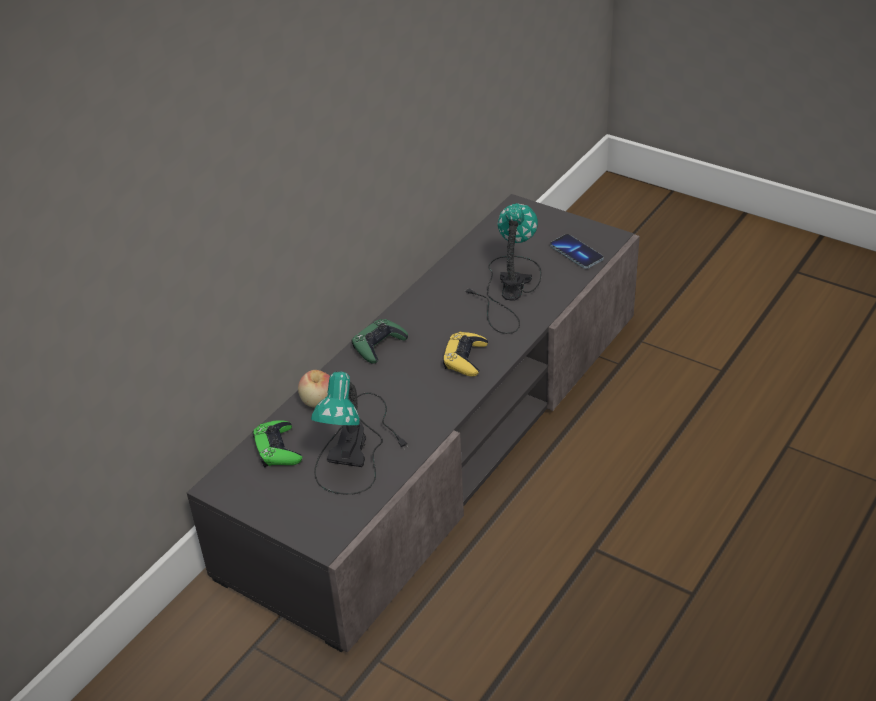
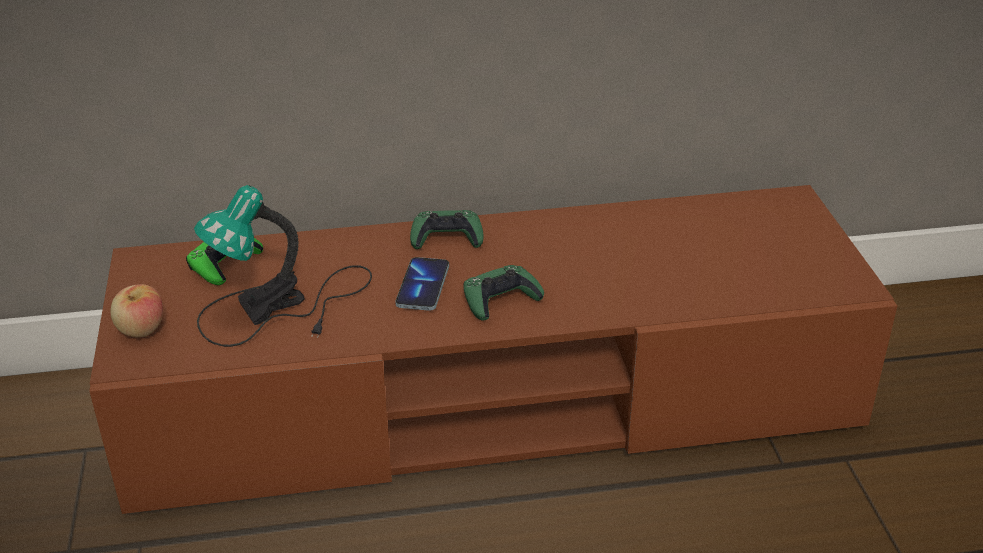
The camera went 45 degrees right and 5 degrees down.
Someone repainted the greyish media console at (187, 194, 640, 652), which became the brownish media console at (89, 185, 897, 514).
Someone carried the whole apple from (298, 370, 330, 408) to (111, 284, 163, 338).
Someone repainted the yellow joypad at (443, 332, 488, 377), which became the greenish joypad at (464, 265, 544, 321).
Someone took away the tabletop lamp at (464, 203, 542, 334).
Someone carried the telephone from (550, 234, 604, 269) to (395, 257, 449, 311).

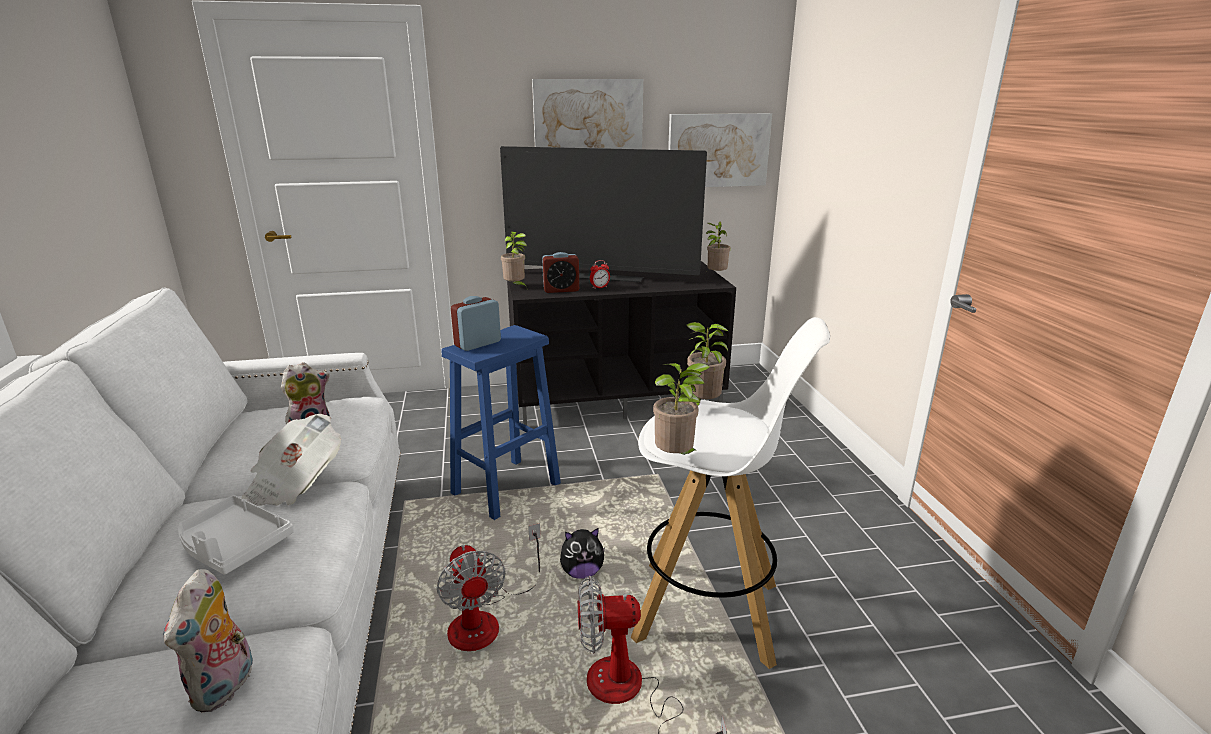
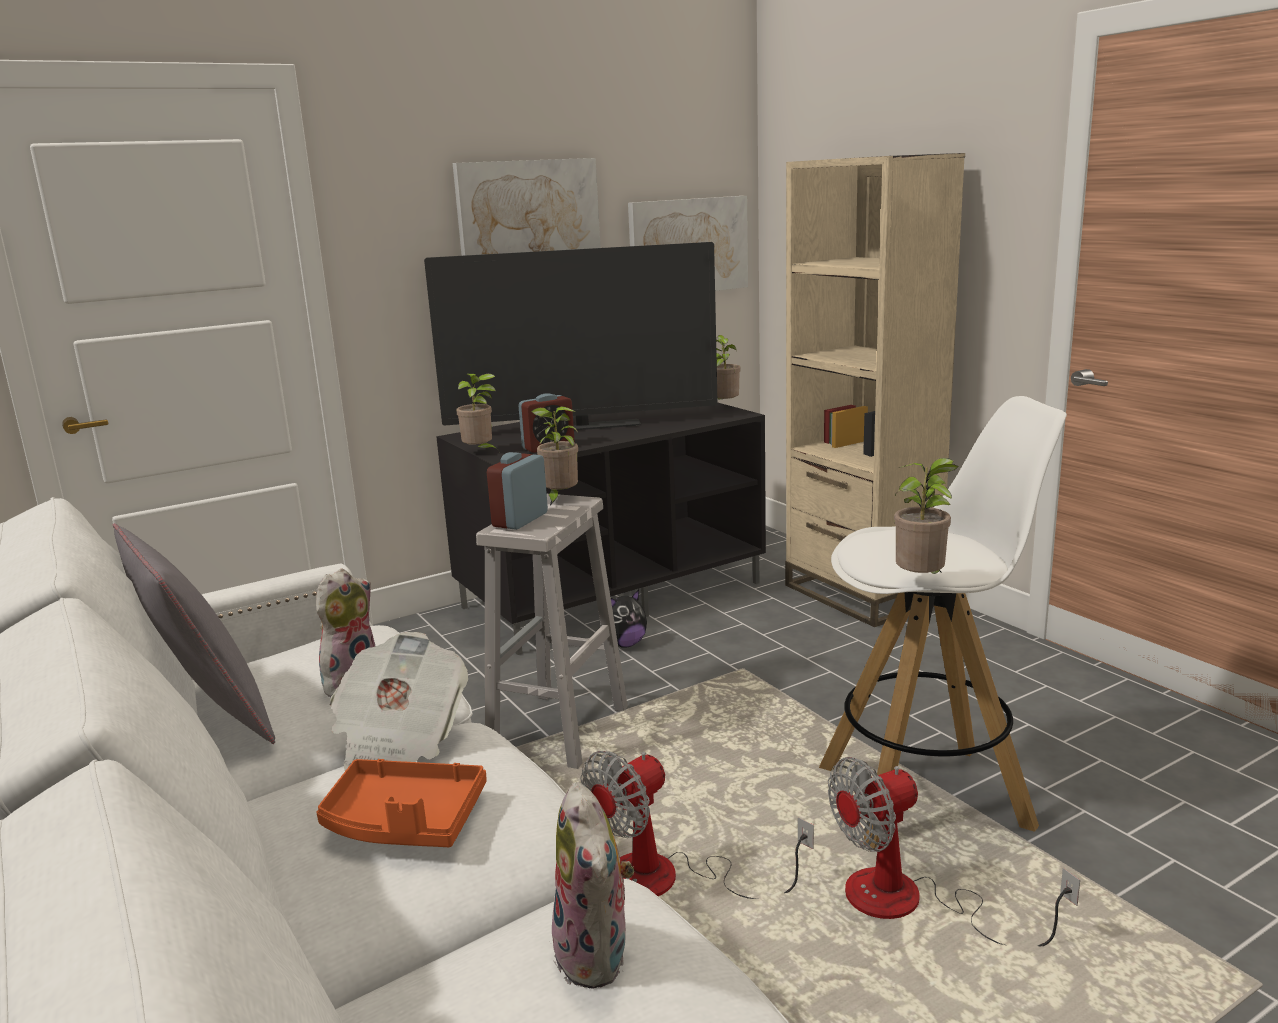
The camera went 20 degrees left and 5 degrees down.
Someone repainted the white serving tray at (178, 495, 294, 575), which became the orangey serving tray at (316, 759, 487, 847).
Someone rotated the fan at (437, 523, 541, 651) by 90 degrees clockwise.
Someone repainted the blue-coloured sitting stool at (441, 325, 561, 520), which became the white sitting stool at (476, 494, 628, 769).
Someone carried the soft toy from (560, 528, 605, 579) to (611, 590, 647, 648).
Someone took away the alarm clock at (590, 260, 610, 289).
Someone carried the houseplant from (686, 322, 728, 406) to (531, 406, 578, 506).
Someone put down the greyish throw pillow at (113, 523, 275, 744).
Someone put down the beige shelving unit at (785, 153, 965, 627).

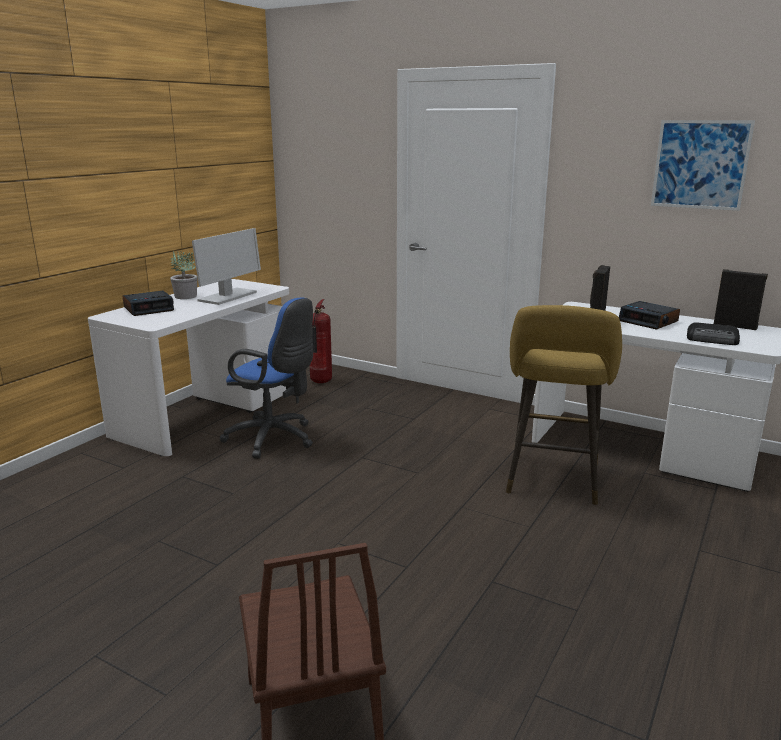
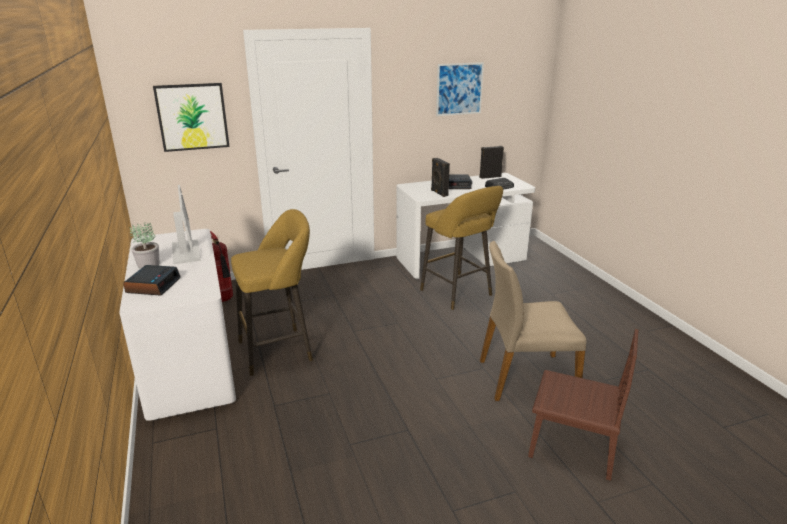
The camera went 50 degrees left and 5 degrees up.
Someone swapped the blue-coloured computer chair at (220, 298, 313, 459) for the yellow sitting stool at (231, 209, 313, 376).
Someone put up the picture at (153, 83, 230, 152).
Someone put down the beige upright chair at (480, 241, 587, 401).

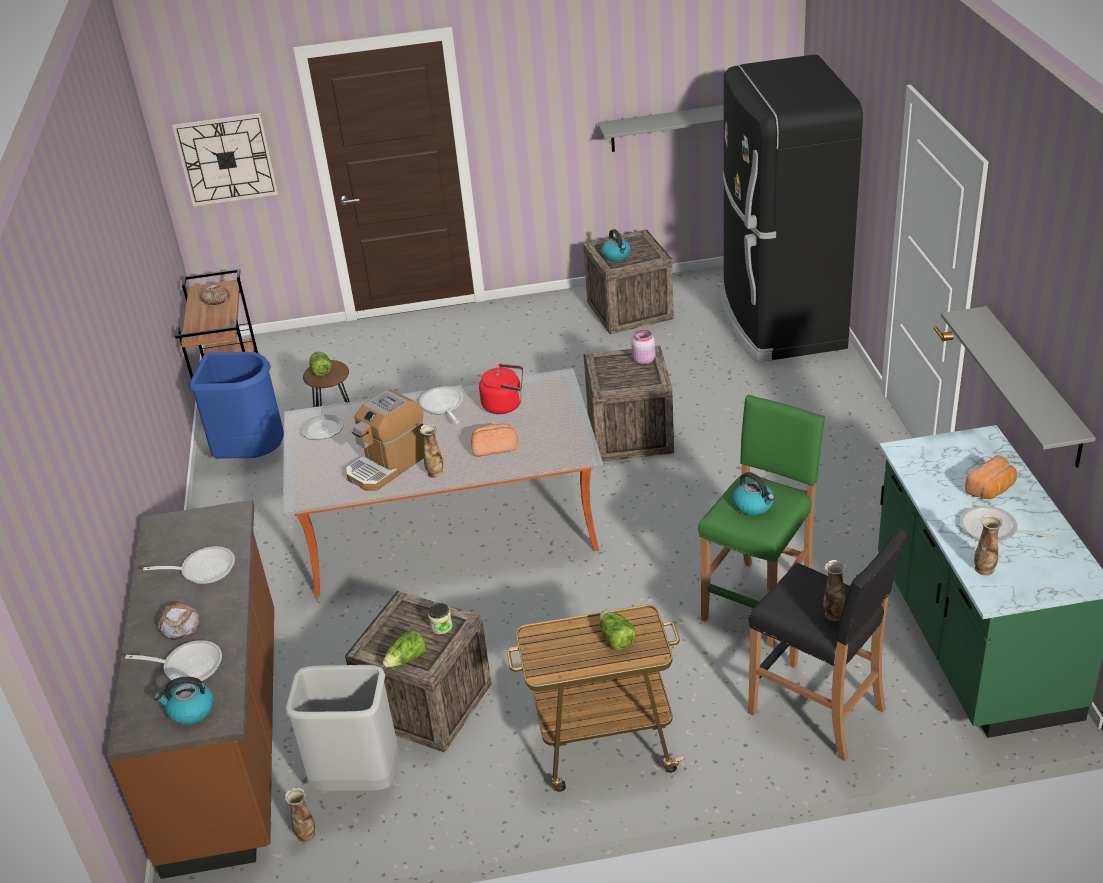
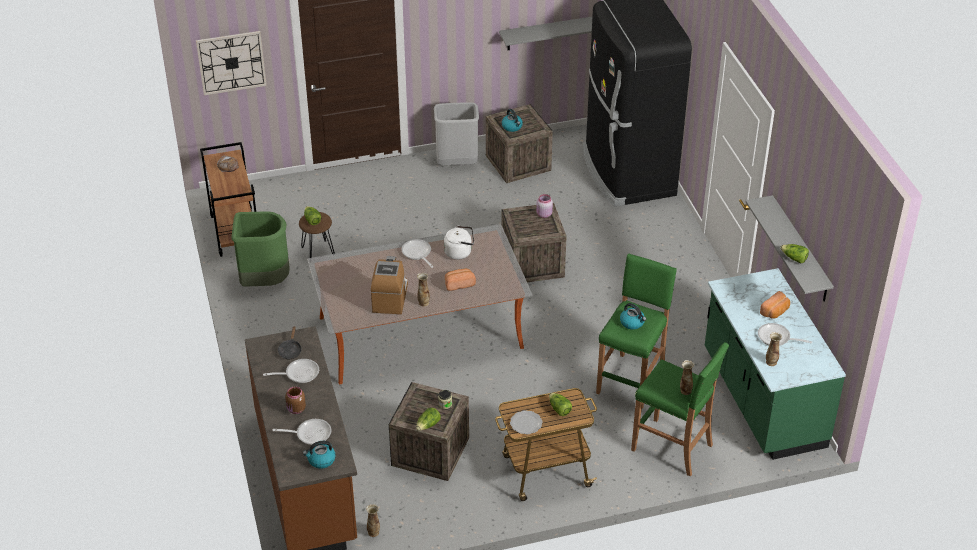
The camera went 10 degrees left and 5 degrees up.
Someone swapped the bakery bread at (158, 603, 201, 640) for the brownish preserve jar at (285, 387, 306, 414).
Someone repainted the blue-coloured trash can at (189, 352, 284, 459), which became the greenish trash can at (231, 211, 290, 287).
Someone carried the greyish trash can from (285, 665, 399, 791) to (434, 102, 479, 165).
Someone carried the flat dish from (301, 414, 344, 440) to (510, 410, 542, 434).
Someone rotated the coffee brewer at (346, 389, 424, 491) by 150 degrees clockwise.
Someone repainted the reddish water kettle at (479, 364, 523, 414), which became the white water kettle at (444, 225, 474, 260).
Someone repainted the black sitting stool at (748, 530, 908, 761), which became the greenish sitting stool at (631, 342, 729, 477).
Someone put down the black frying pan at (278, 327, 302, 359).
Someone put down the lettuce head at (780, 244, 809, 263).

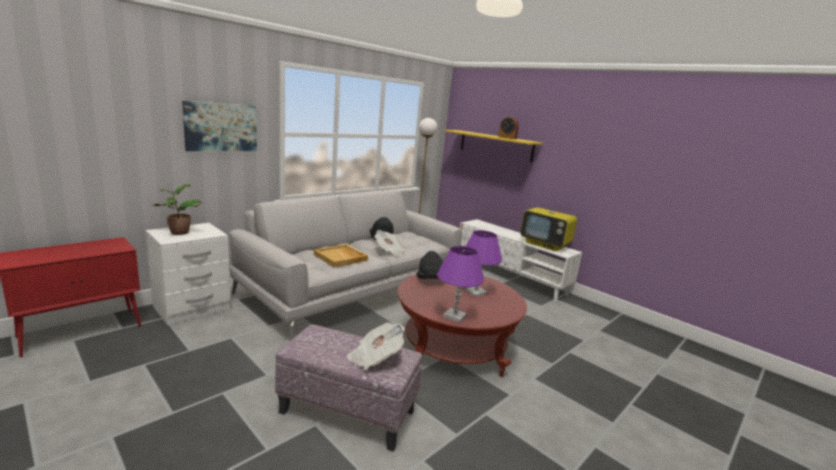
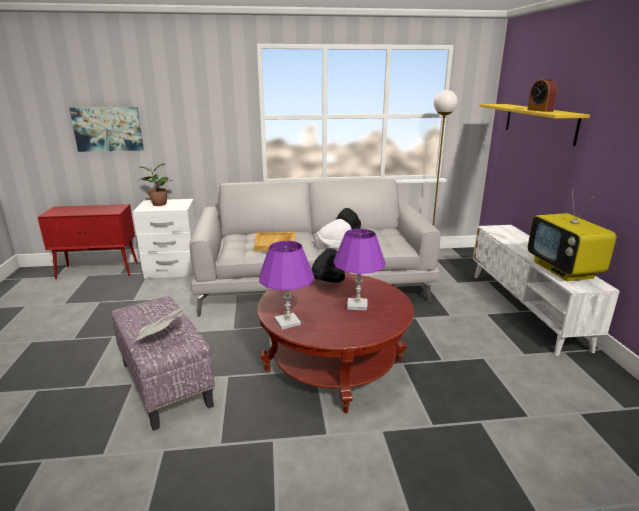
The camera went 40 degrees right and 5 degrees up.
Someone carried the picture from (182, 101, 257, 151) to (69, 107, 144, 152).
Someone swapped the newspaper at (374, 230, 405, 257) for the white clothing hat at (317, 219, 351, 249).

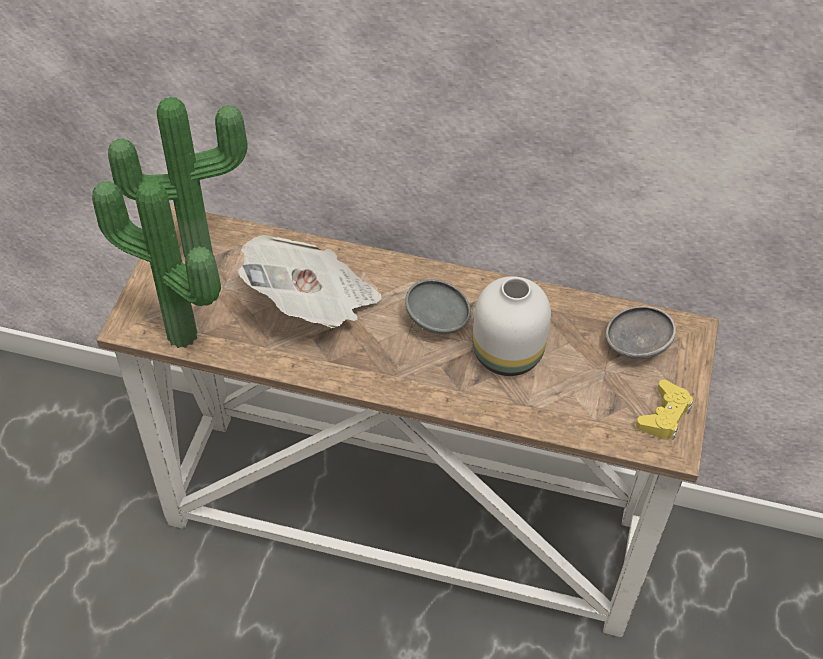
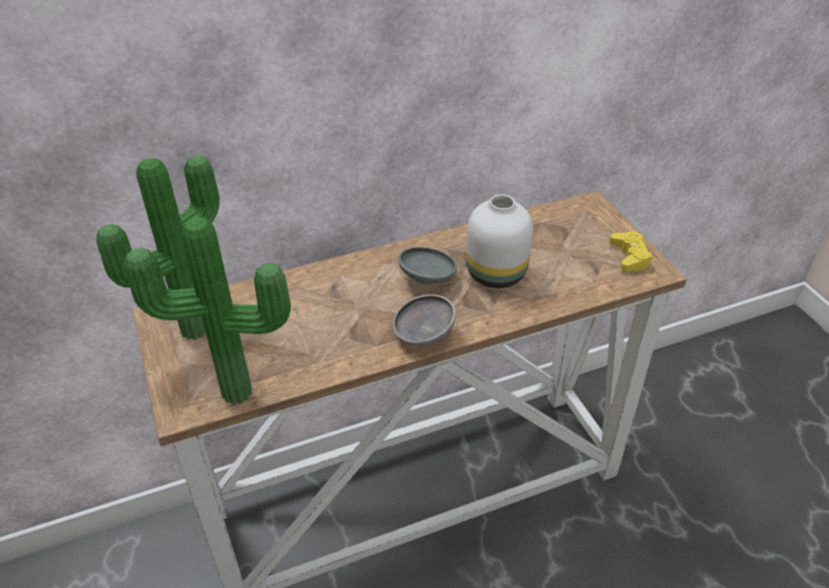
The camera went 35 degrees left and 10 degrees down.
Someone took away the newspaper at (237, 235, 382, 328).
Someone carried the greyish serving bowl from (606, 306, 676, 359) to (393, 294, 456, 346).

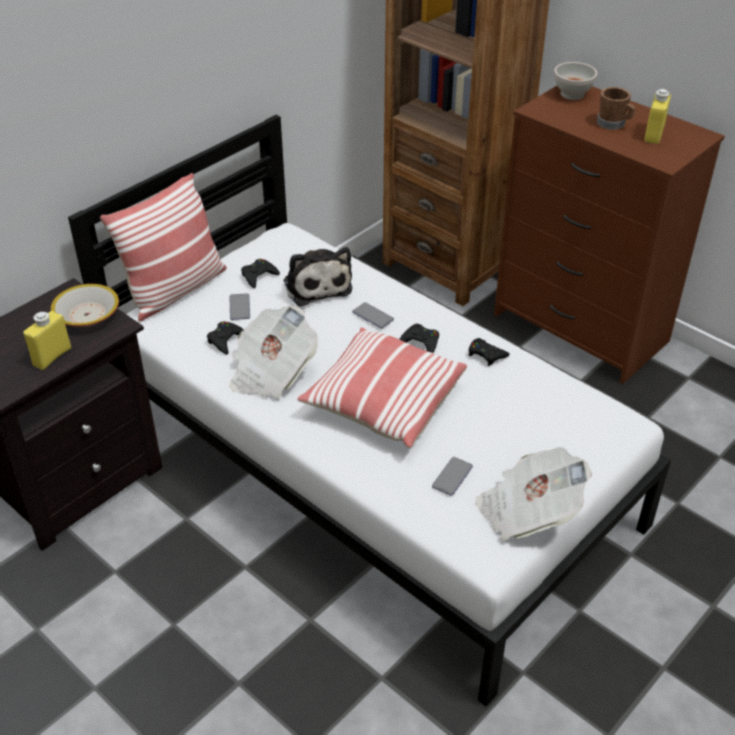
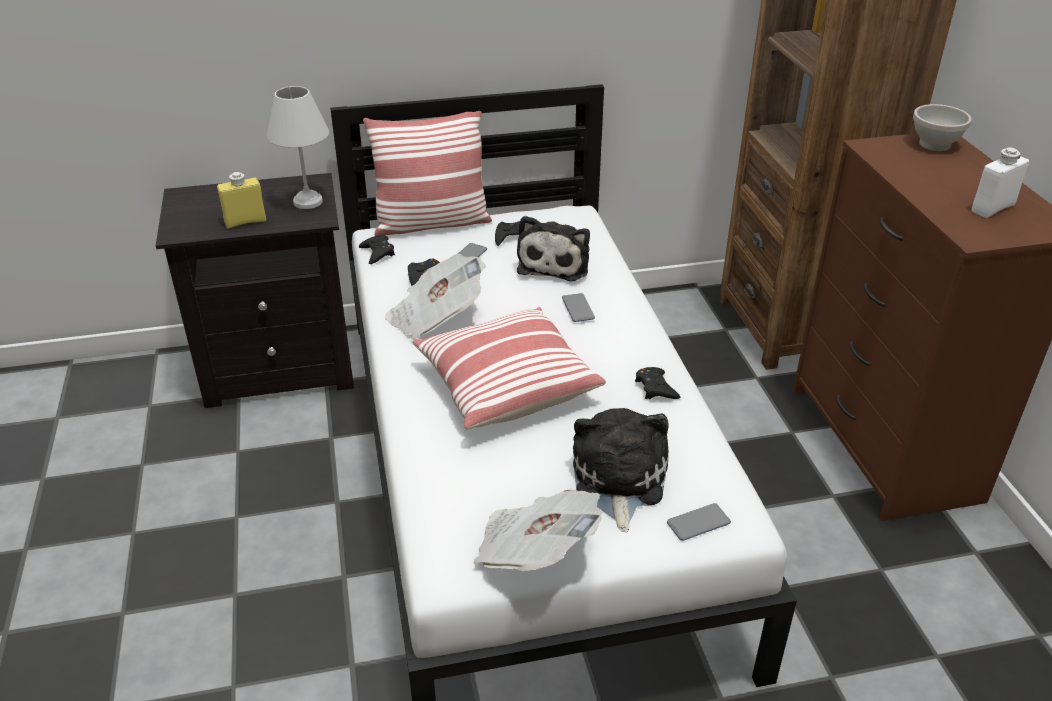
The camera went 35 degrees right and 5 degrees down.
Someone swapped the serving bowl at (51, 284, 119, 327) for the white tabletop lamp at (267, 86, 329, 209).
Someone carried the black joypad from (399, 323, 439, 353) to (359, 234, 395, 264).
Someone carried the telephone from (432, 457, 473, 496) to (667, 503, 731, 541).
Someone took away the brownish tea mug at (597, 87, 636, 130).
Someone repainted the yellow drink bottle at (644, 89, 671, 144), which became the white drink bottle at (972, 147, 1029, 218).
Someone put down the soft toy at (573, 408, 669, 532).

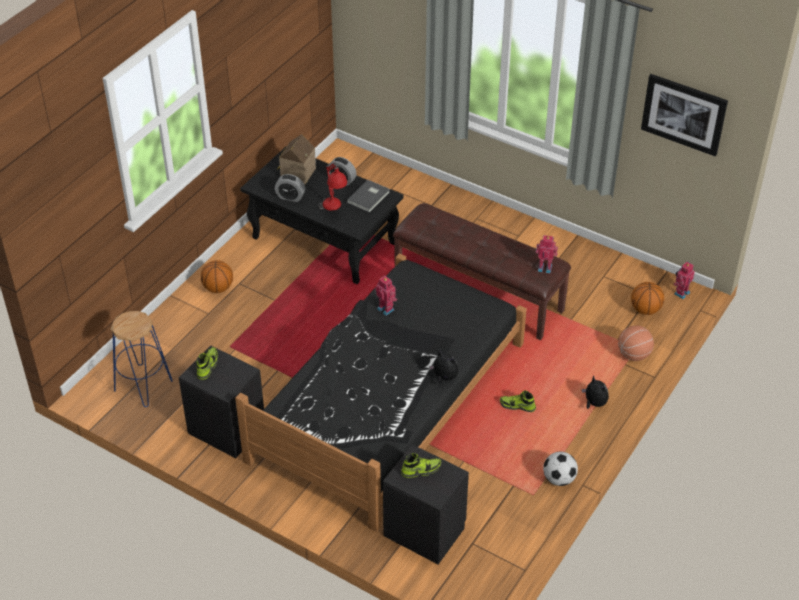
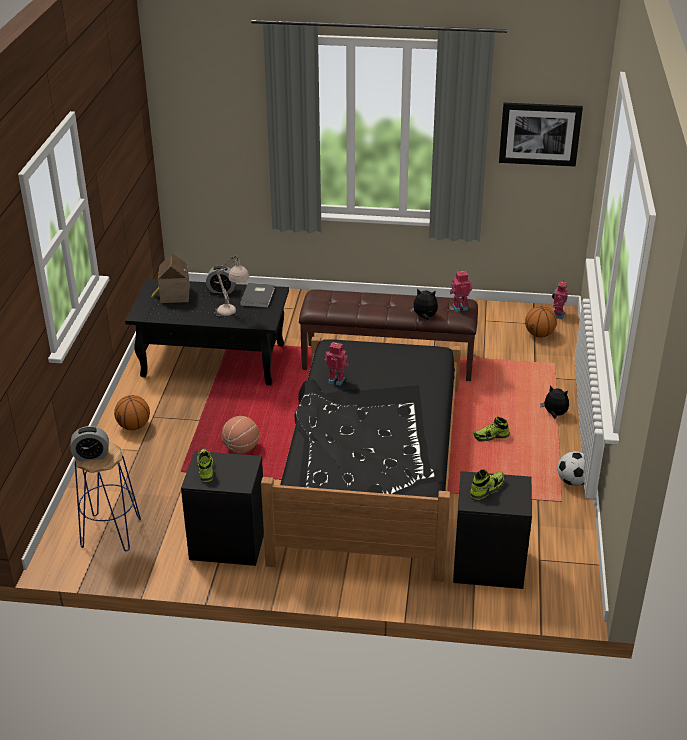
The camera went 25 degrees left and 10 degrees down.
Someone carried the alarm clock from (275, 174, 305, 202) to (70, 426, 109, 461).
Someone repainted the reddish tabletop lamp at (319, 162, 347, 211), which became the beige tabletop lamp at (214, 256, 249, 317).
Someone carried the soft toy from (429, 350, 458, 385) to (410, 288, 438, 320).
Someone carried the ball for basketball from (618, 326, 654, 361) to (222, 416, 259, 454).

